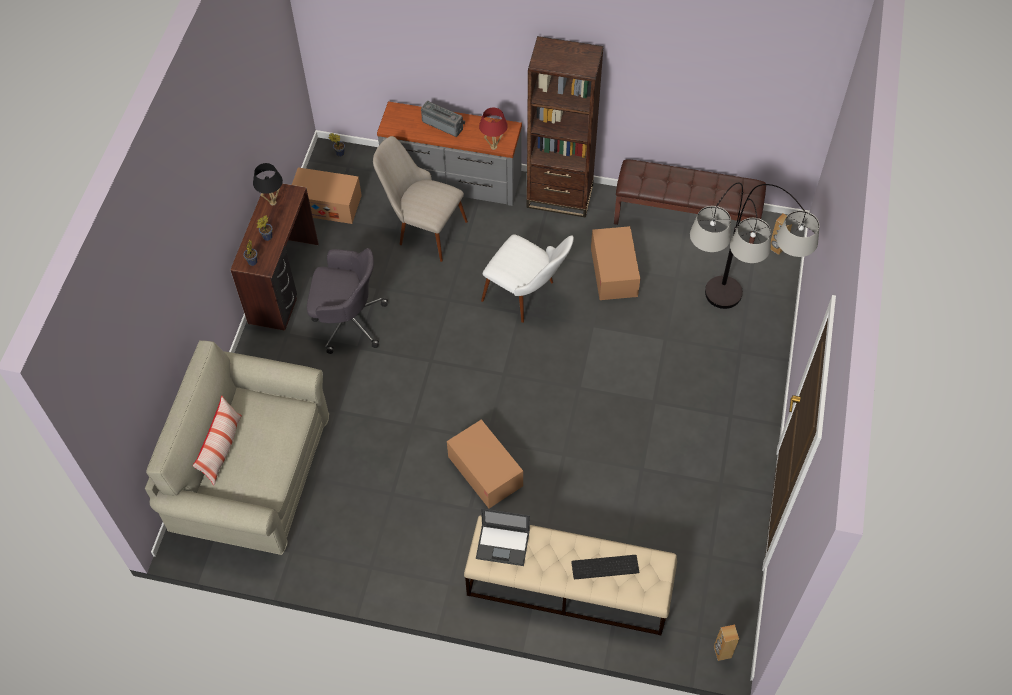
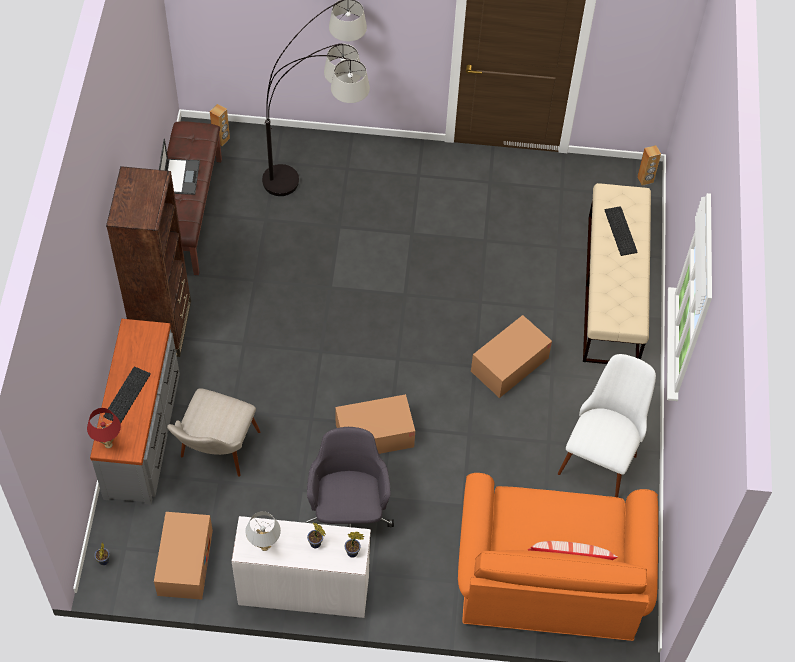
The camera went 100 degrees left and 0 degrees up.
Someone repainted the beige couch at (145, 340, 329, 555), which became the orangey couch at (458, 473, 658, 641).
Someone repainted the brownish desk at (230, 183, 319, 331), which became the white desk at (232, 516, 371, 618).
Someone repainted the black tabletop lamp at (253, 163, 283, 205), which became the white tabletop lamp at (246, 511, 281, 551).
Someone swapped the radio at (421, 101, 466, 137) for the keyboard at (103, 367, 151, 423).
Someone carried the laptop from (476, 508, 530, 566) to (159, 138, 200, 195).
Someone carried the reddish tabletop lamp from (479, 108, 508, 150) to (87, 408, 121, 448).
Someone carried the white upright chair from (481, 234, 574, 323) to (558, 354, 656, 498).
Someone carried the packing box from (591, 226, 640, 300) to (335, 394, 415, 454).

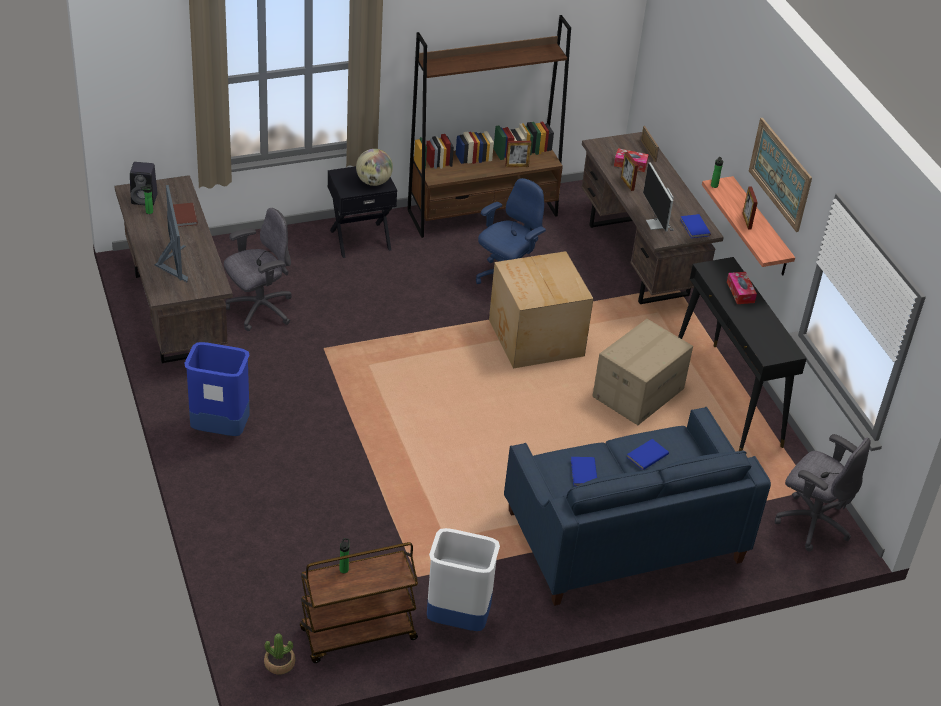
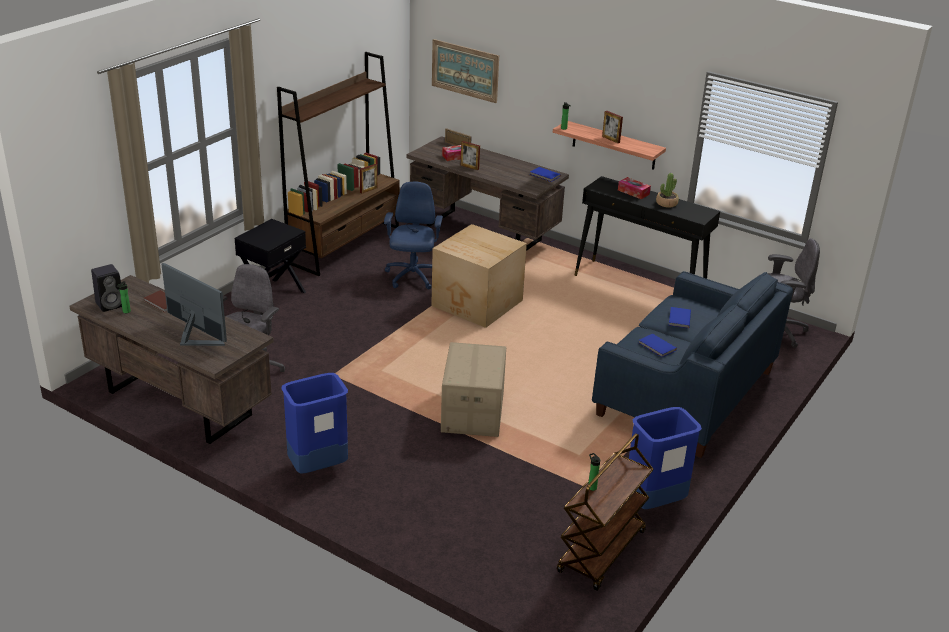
The camera went 35 degrees left and 10 degrees down.
Someone carried the houseplant from (264, 634, 295, 675) to (656, 173, 679, 208).
Someone took away the globe at (356, 149, 393, 186).
Someone repainted the white trash can at (427, 528, 500, 631), which became the blue-coloured trash can at (629, 407, 702, 509).
Someone carried the packing box from (592, 319, 693, 425) to (441, 342, 506, 437).
Someone took away the computer screen at (643, 162, 674, 232).
Someone carried the picture from (749, 118, 812, 232) to (432, 39, 499, 103).

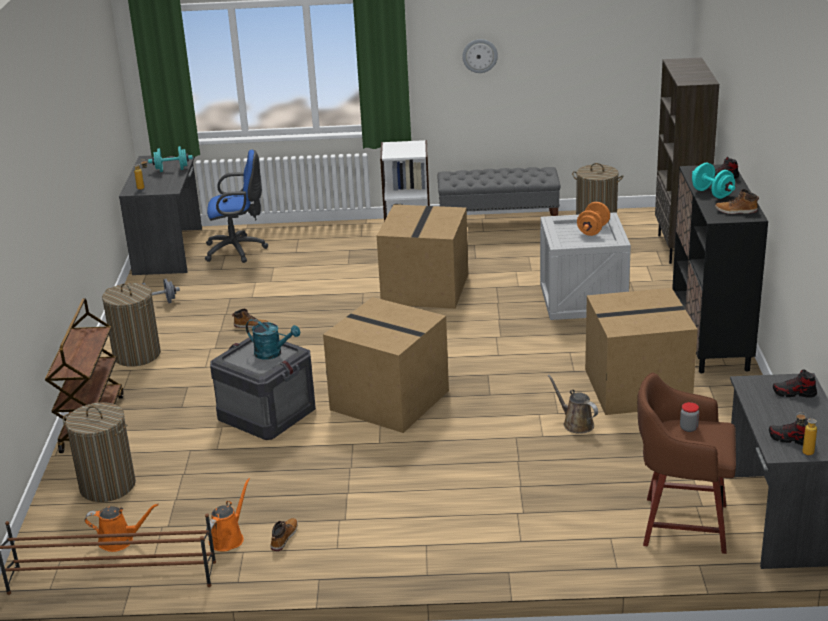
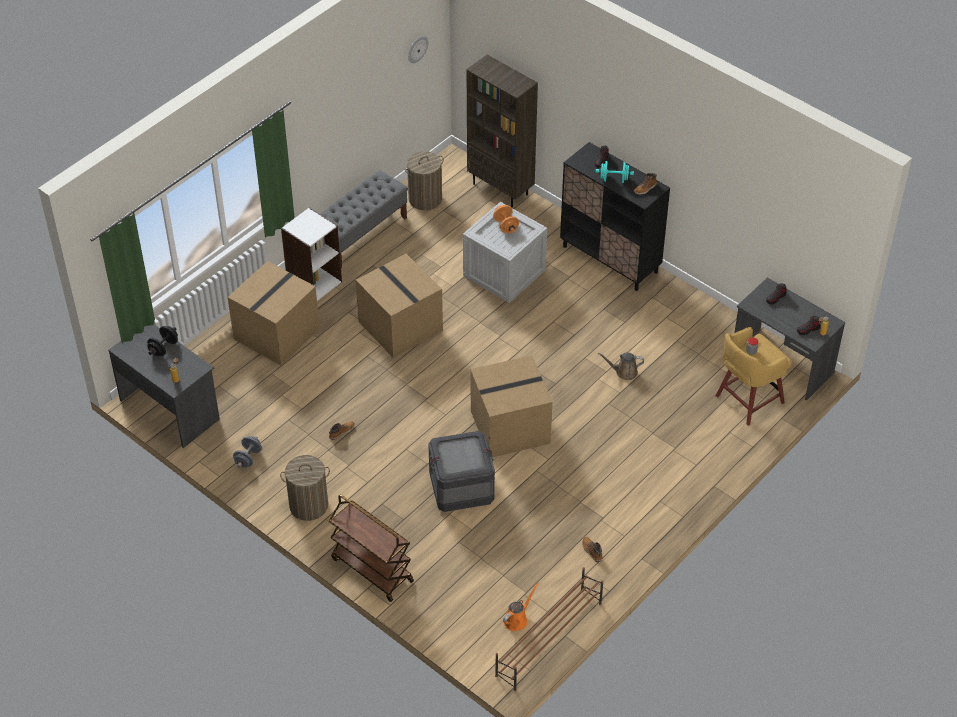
The camera went 50 degrees left and 20 degrees up.
Someone took away the washing basket at (63, 402, 136, 502).
Someone repainted the blue-green free weight at (148, 146, 193, 172), which became the black free weight at (147, 326, 178, 356).
Someone took away the blue-coloured computer chair at (205, 150, 268, 263).
Someone took away the orangey watering can at (206, 478, 250, 551).
Someone took away the blue-green watering can at (246, 319, 300, 360).
Someone carried the wall clock from (462, 39, 498, 73) to (408, 36, 428, 63).
Someone carried the packing box from (585, 288, 698, 415) to (228, 261, 320, 365).
Someone repainted the brownish sitting stool at (637, 372, 736, 554), which became the yellow sitting stool at (716, 327, 792, 426).

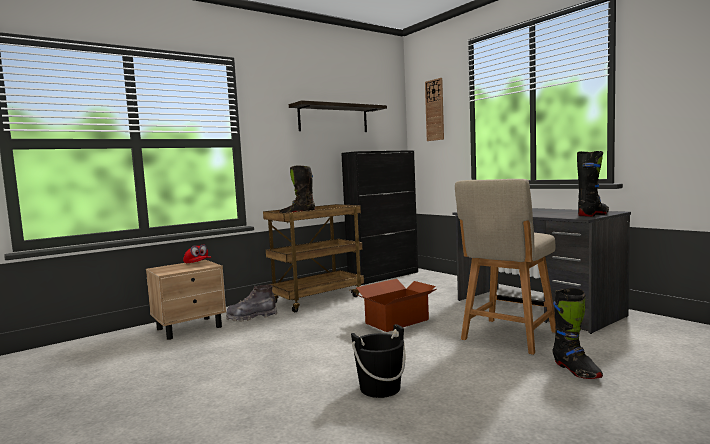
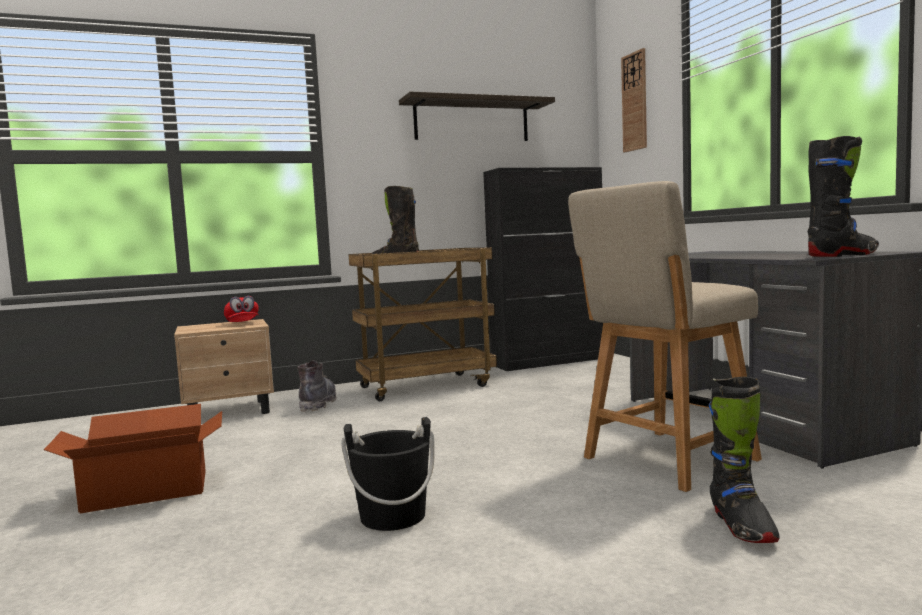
The camera went 15 degrees right and 0 degrees up.
Someone rotated the greyish tall boot at (226, 284, 277, 322) by 90 degrees clockwise.
Someone carried the packing box from (355, 279, 436, 332) to (44, 404, 222, 513).

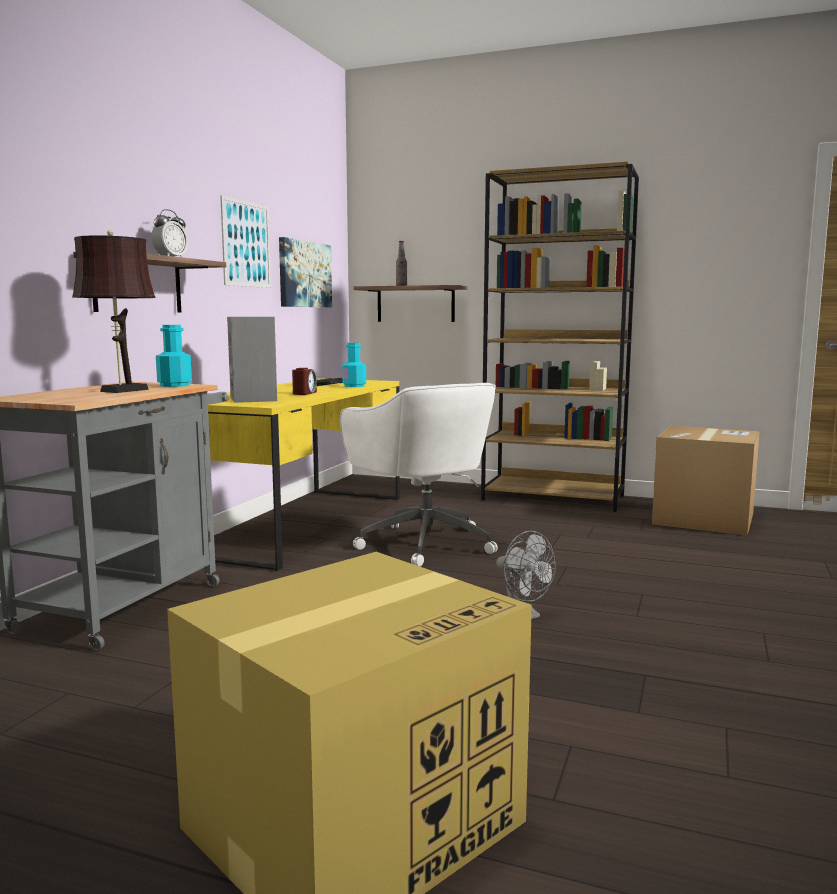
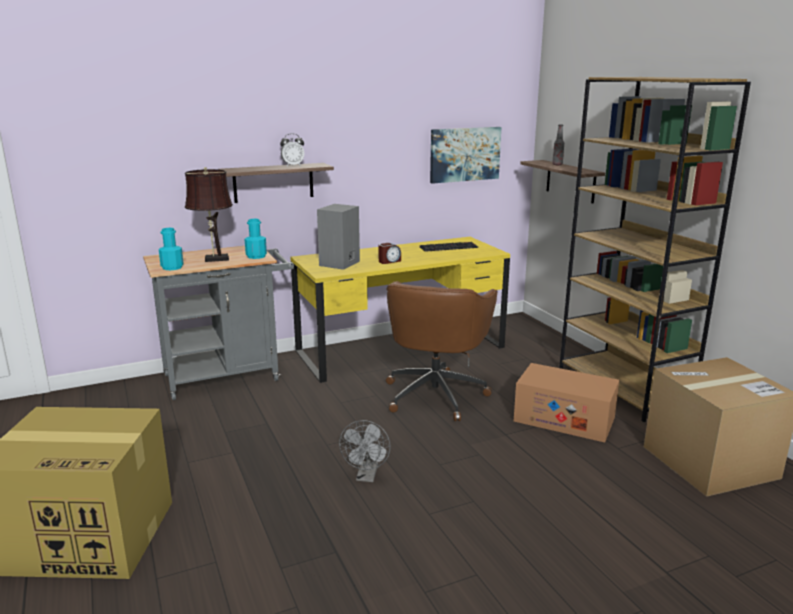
The camera went 45 degrees right and 10 degrees up.
Someone took away the picture at (220, 196, 271, 288).
Someone repainted the white computer chair at (340, 383, 498, 566), which became the brownish computer chair at (386, 281, 497, 421).
Someone carried the blue-green drink bottle from (342, 343, 366, 387) to (159, 228, 184, 270).
Someone put down the packing box at (514, 363, 619, 442).

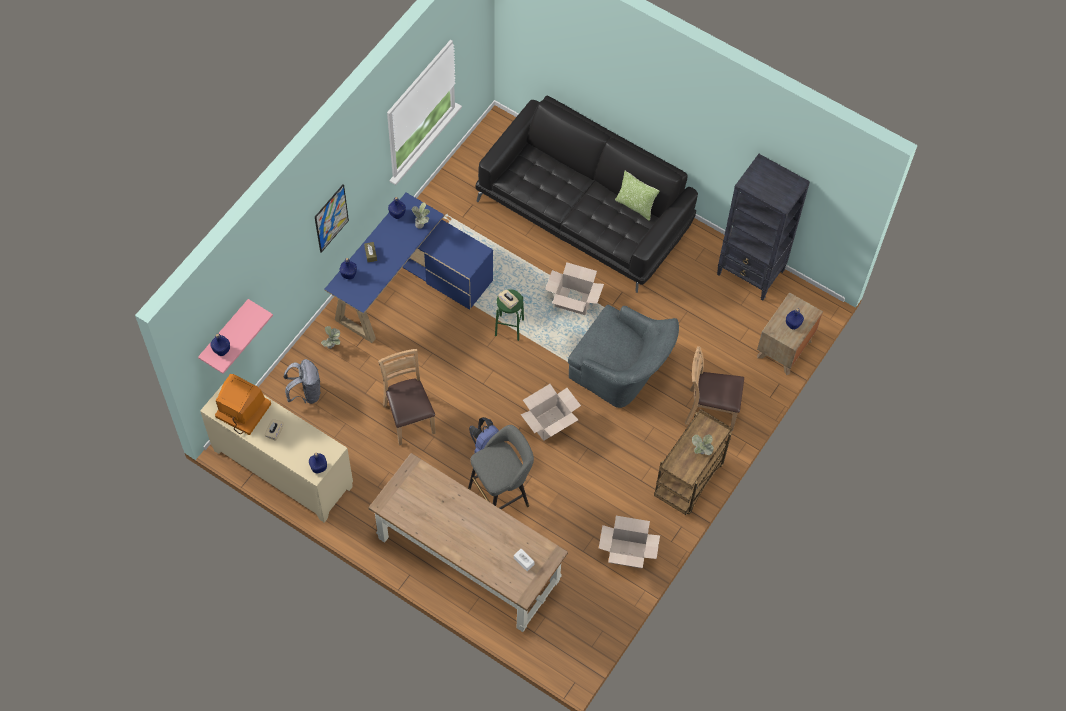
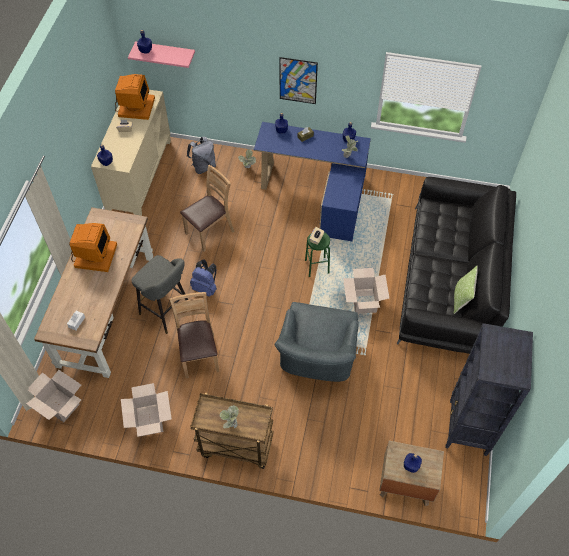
The camera went 70 degrees right and 5 degrees down.
Someone carried the packing box from (521, 384, 581, 441) to (26, 370, 81, 422).
Someone carried the brownish upright chair from (685, 346, 744, 431) to (169, 292, 219, 378).
Someone put down the computer screen at (69, 223, 117, 272).

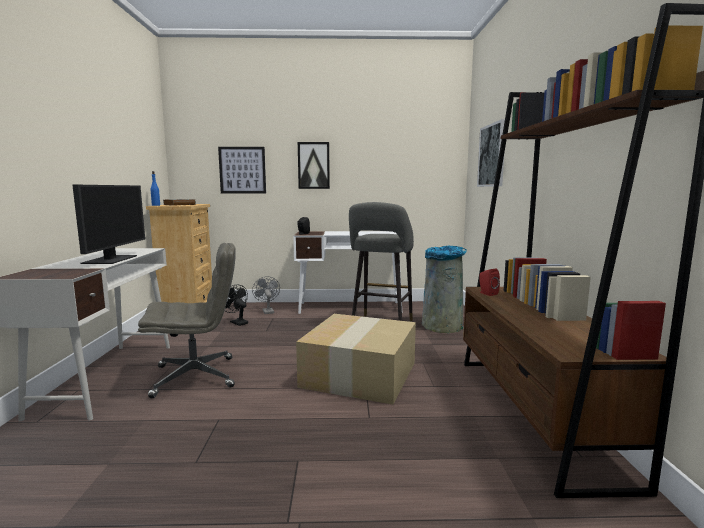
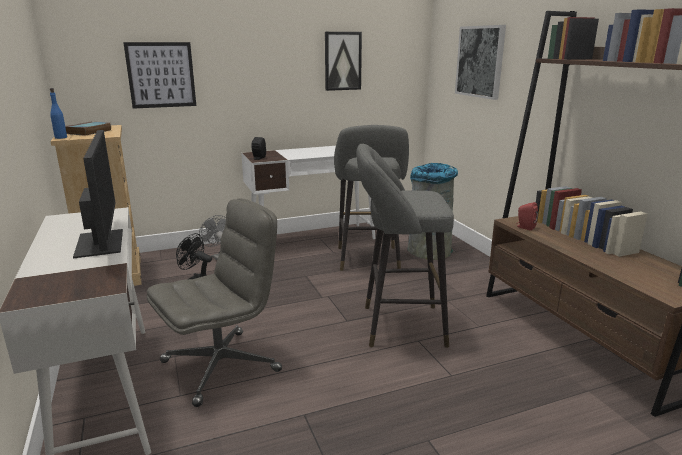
The camera went 20 degrees left and 10 degrees up.
Someone swapped the packing box at (296, 314, 416, 405) for the greyish sitting stool at (356, 144, 454, 348).
Someone carried the picture from (298, 142, 330, 189) to (325, 32, 362, 91).

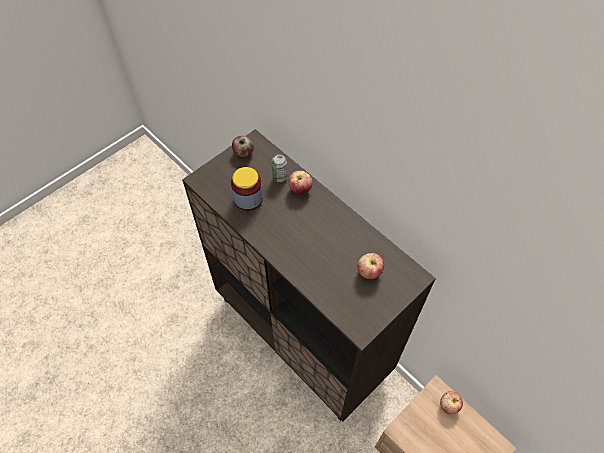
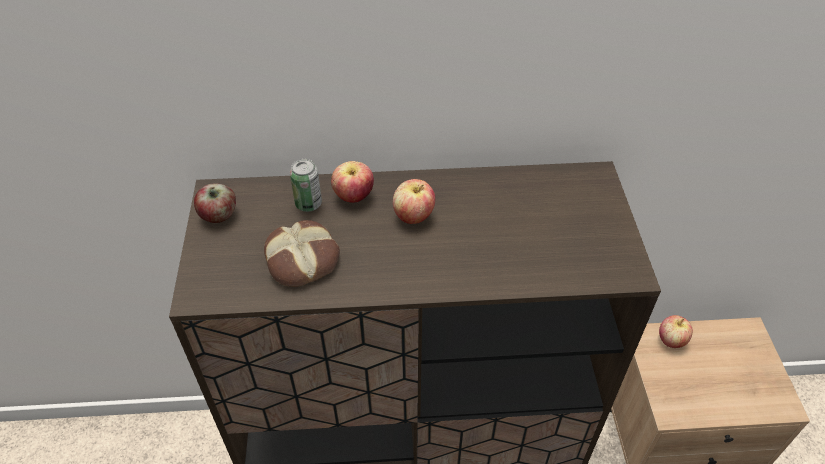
The camera went 50 degrees left and 10 degrees down.
Someone swapped the preserve jar at (231, 167, 263, 211) for the bakery bread at (264, 220, 340, 287).
Someone carried the whole apple from (358, 253, 384, 279) to (393, 179, 435, 224).

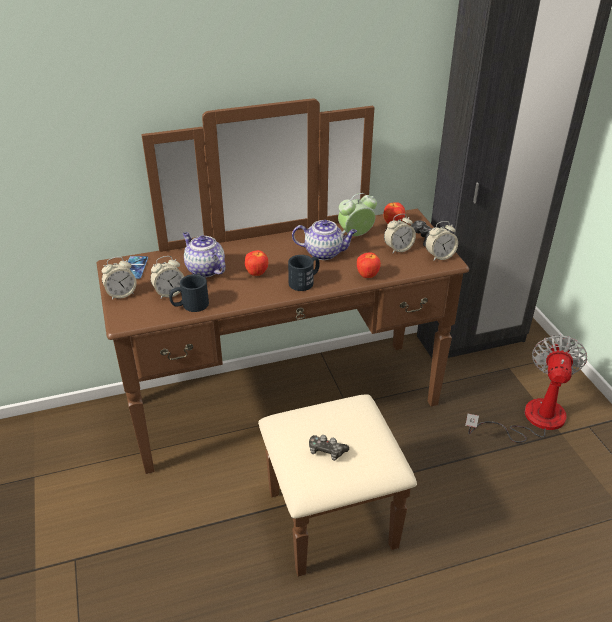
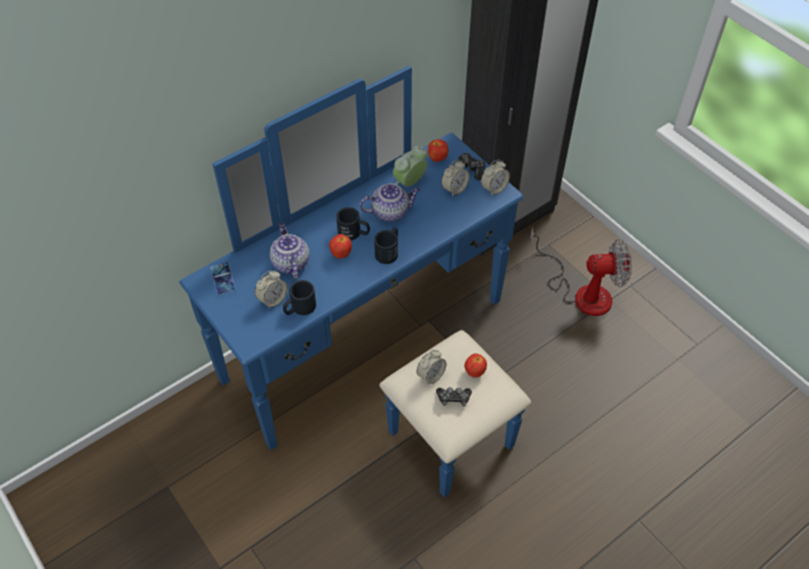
The camera went 20 degrees left and 15 degrees up.
Someone repainted the brownish dresser at (97, 98, 469, 577), which became the blue-coloured dresser at (179, 65, 531, 498).
Someone carried the alarm clock from (102, 257, 137, 300) to (417, 350, 446, 385).
Someone rotated the tea pot at (183, 232, 226, 278) by 45 degrees clockwise.
Someone carried the whole apple from (357, 252, 381, 278) to (464, 353, 487, 378).
Someone rotated the fan at (465, 335, 587, 443) by 90 degrees clockwise.
Someone put down the black tea mug at (336, 207, 370, 240).

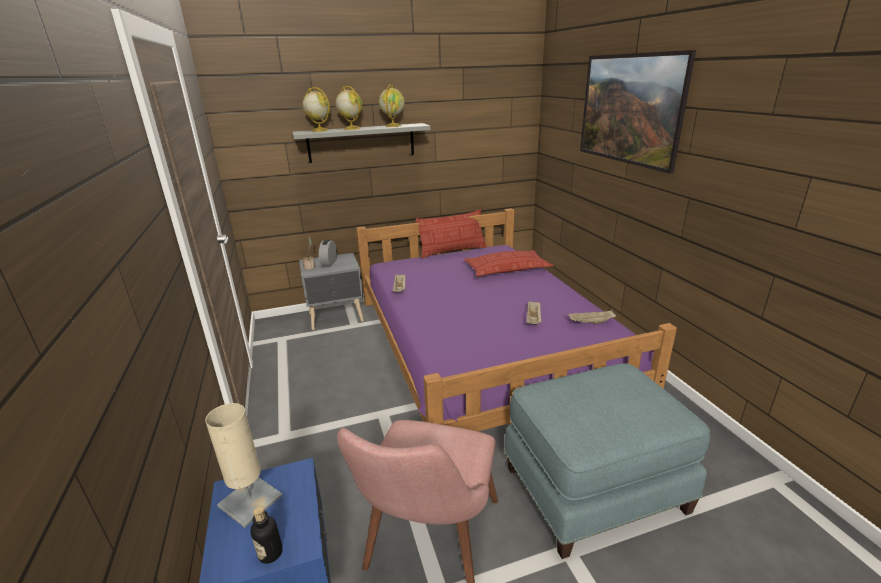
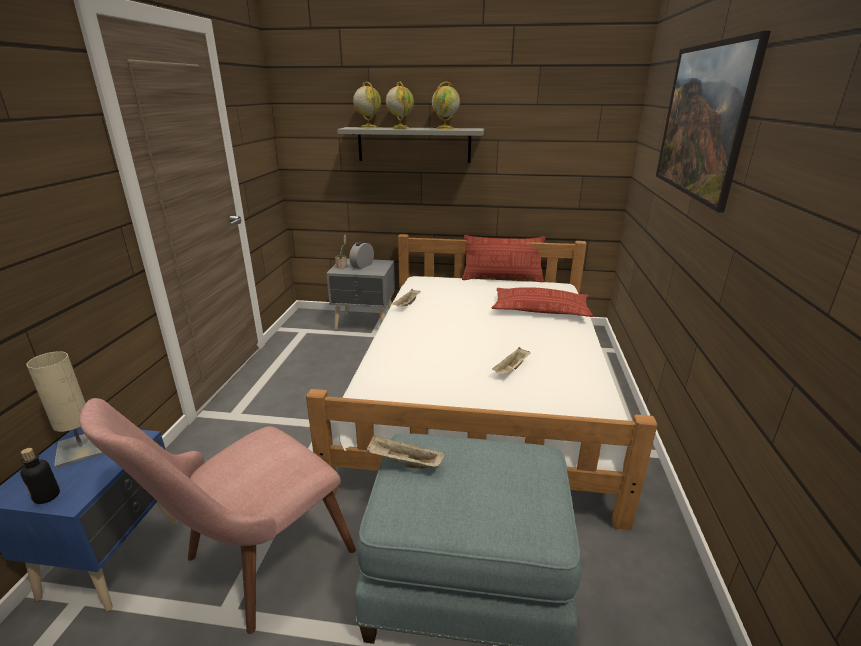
The camera went 25 degrees right and 0 degrees up.
Someone repainted the purple bedroom bed at (356, 208, 677, 431), which became the white bedroom bed at (306, 234, 657, 530).
Someone carried the beige serving tray from (568, 310, 616, 324) to (366, 435, 445, 469).

